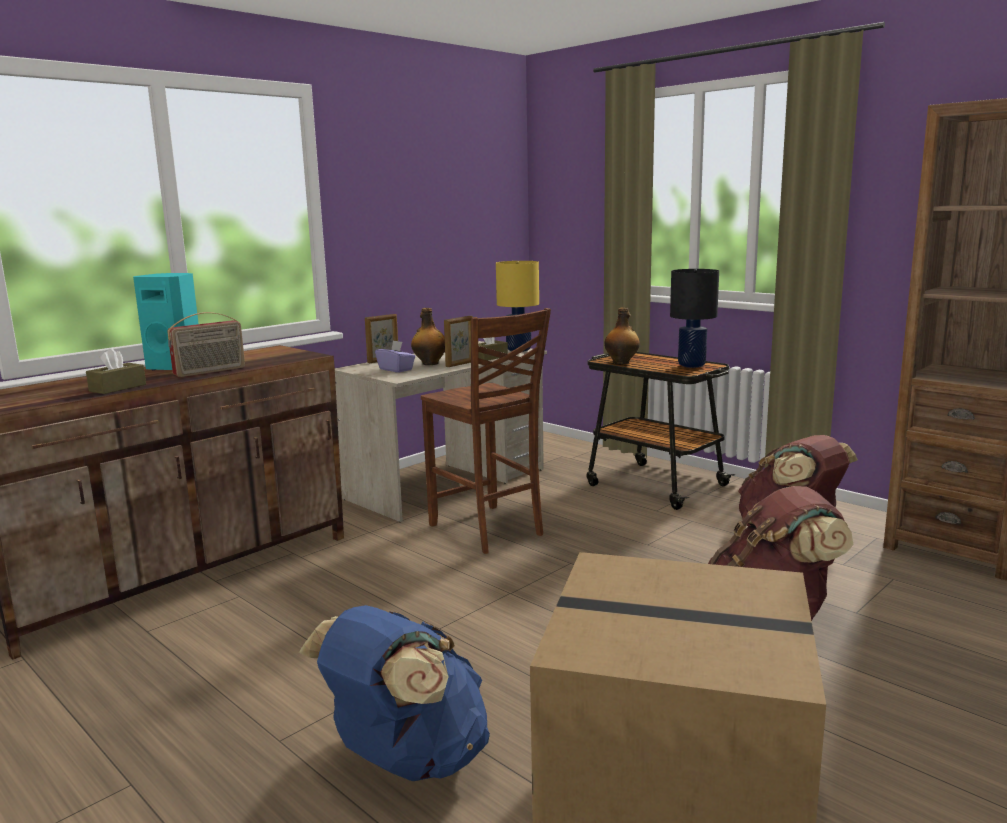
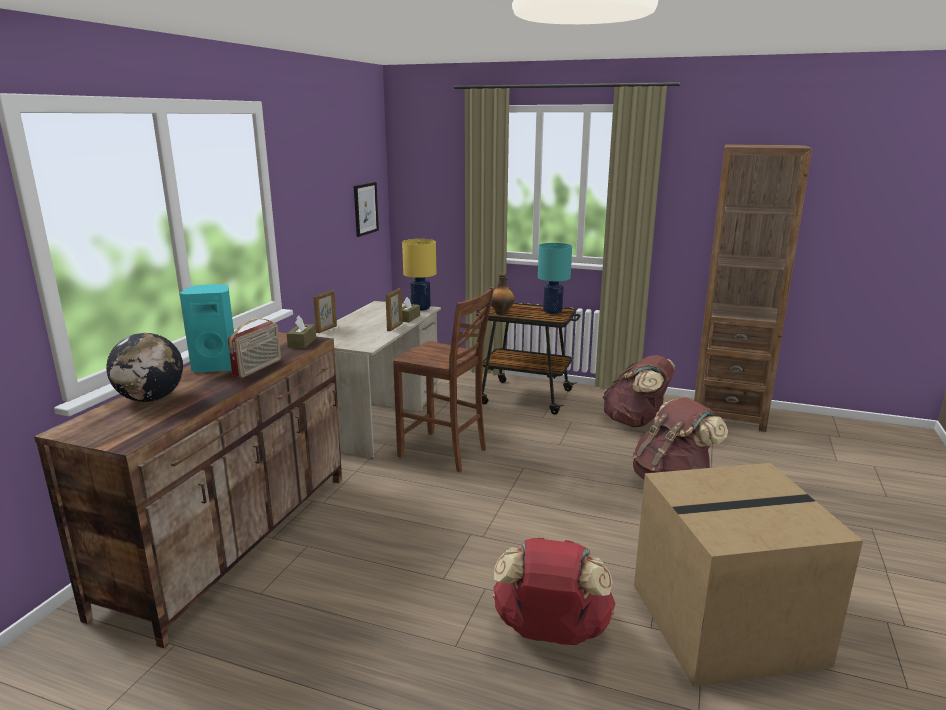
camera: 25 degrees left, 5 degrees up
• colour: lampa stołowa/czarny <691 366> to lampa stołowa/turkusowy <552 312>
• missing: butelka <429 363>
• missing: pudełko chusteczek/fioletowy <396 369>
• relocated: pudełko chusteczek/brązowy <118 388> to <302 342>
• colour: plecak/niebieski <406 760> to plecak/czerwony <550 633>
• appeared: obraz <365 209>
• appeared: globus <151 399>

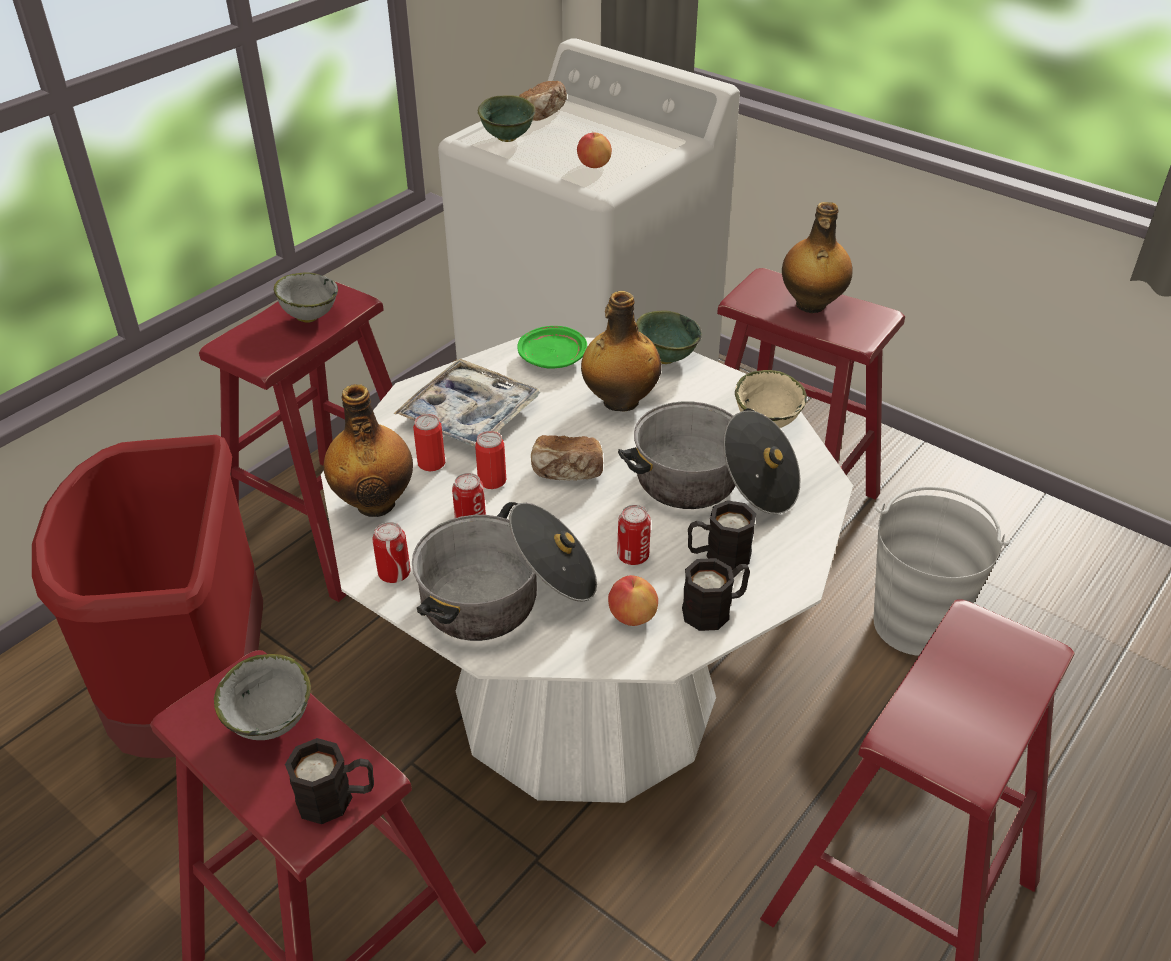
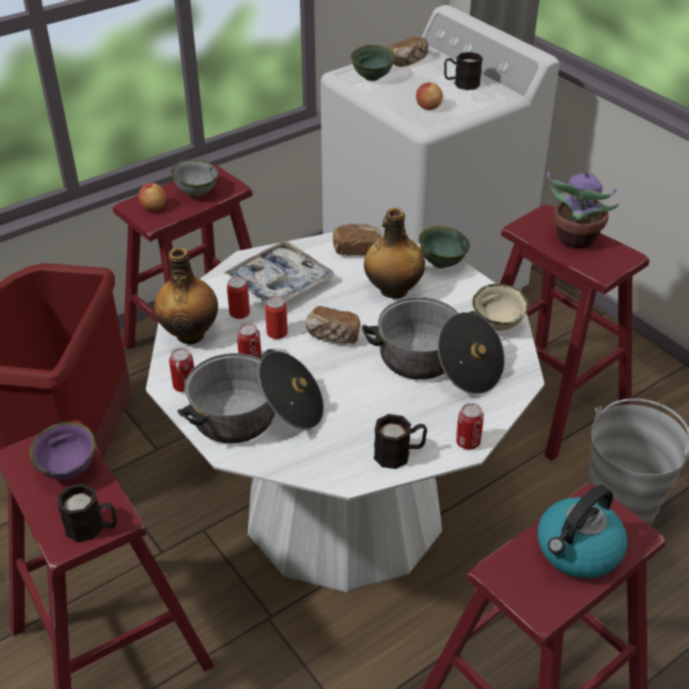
camera: 15 degrees right, 0 degrees up
• exchanged: butelka <811 305> to roślina doniczkowa <575 239>
• exchanged: talerz/zielony <552 357> to chleb <356 250>
• relocated: kubek/czarny <718 555> to <461 84>
• relocated: puszka <633 556> to <468 442>
• relocated: jabłko <632 616> to <153 207>
• colour: miska/szary <273 722> to miska/fioletowy <70 470>
• appeared: czajnik <577 551>

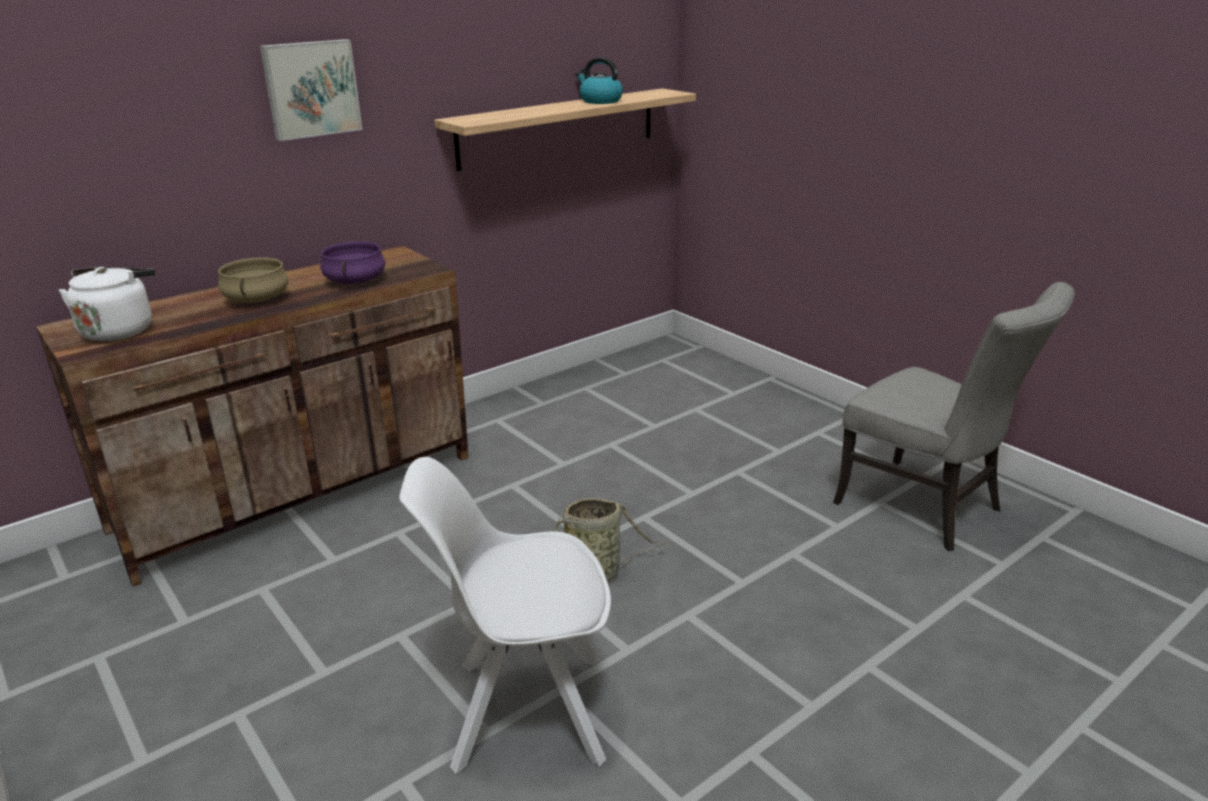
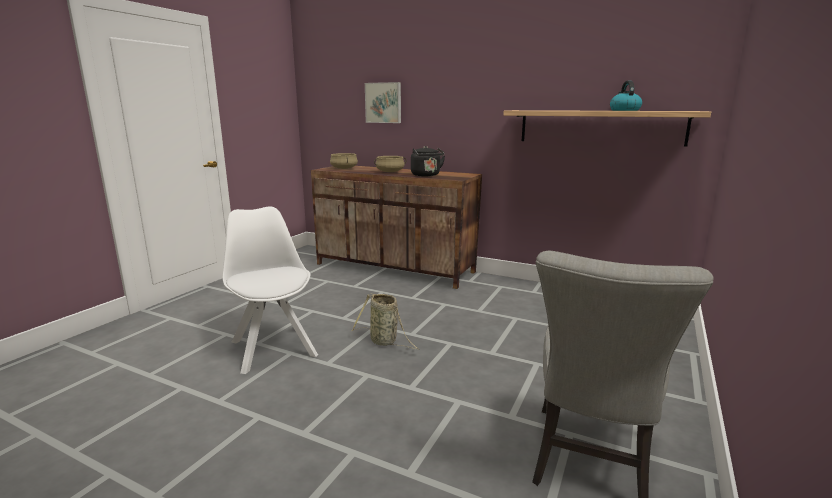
camera: 65 degrees right, 10 degrees down
• relocated: obraz <311 89> to <384 103>
• exchanged: garnek/fioletowy <355 281> to czajnik/czarny <426 175>
• exchanged: czajnik/biały <119 330> to garnek/beżowy <344 168>

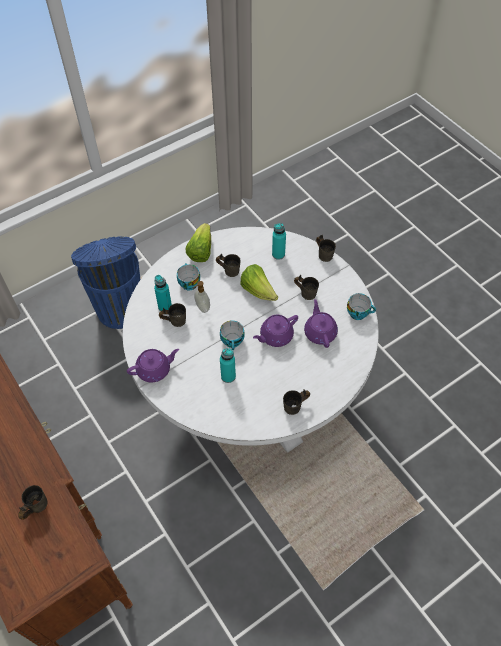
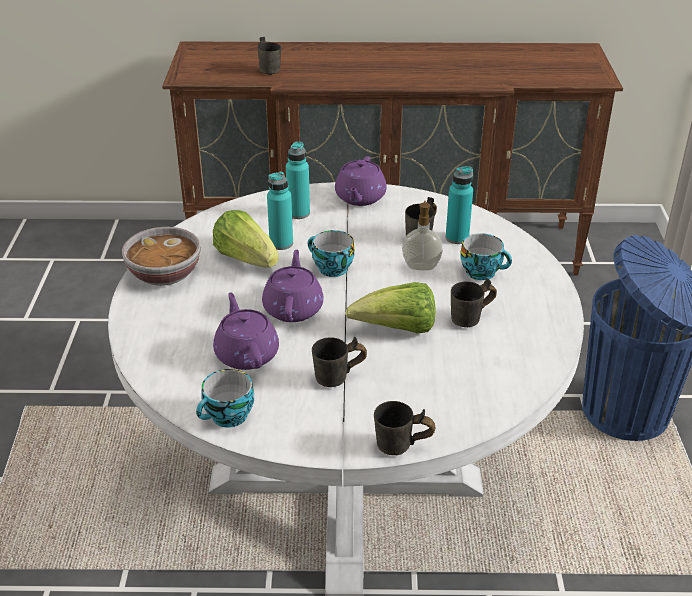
camera: 125 degrees right, 20 degrees down
• relocated: sałata <201 251> to <246 259>
• relocated: butelka/turkusowy <278 254> to <298 213>
• spun: imbryk/fioletowy <320 332> = <246 354> 135 degrees counterclockwise
• exchanged: kubek/szary <296 408> to miska <164 275>

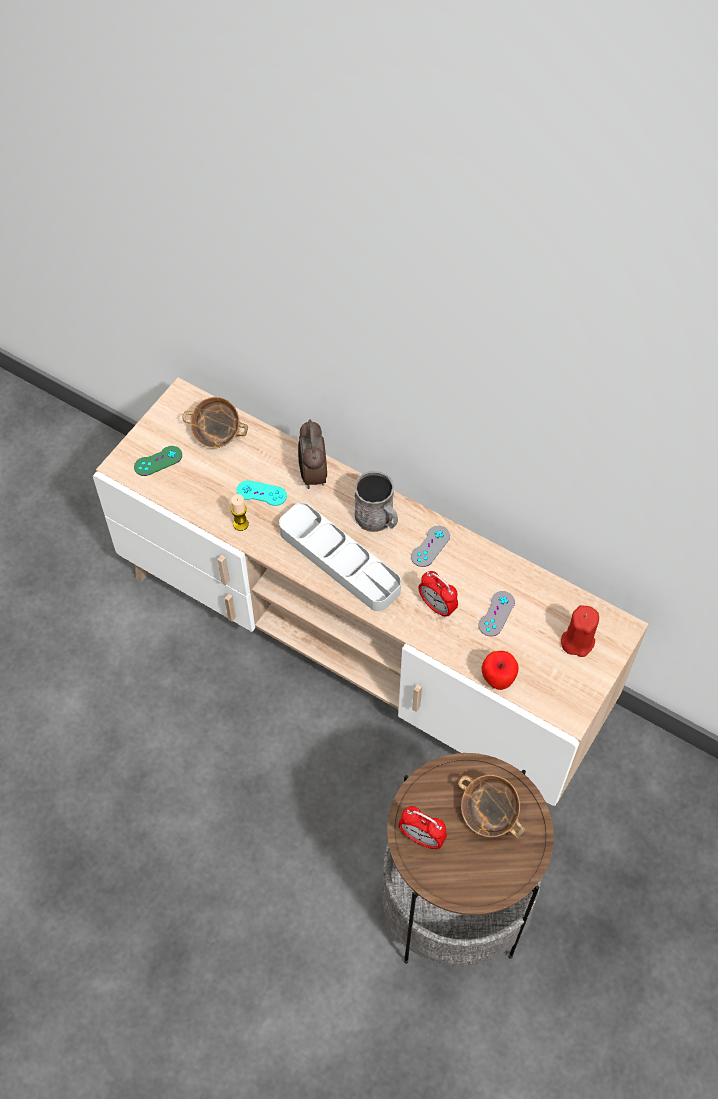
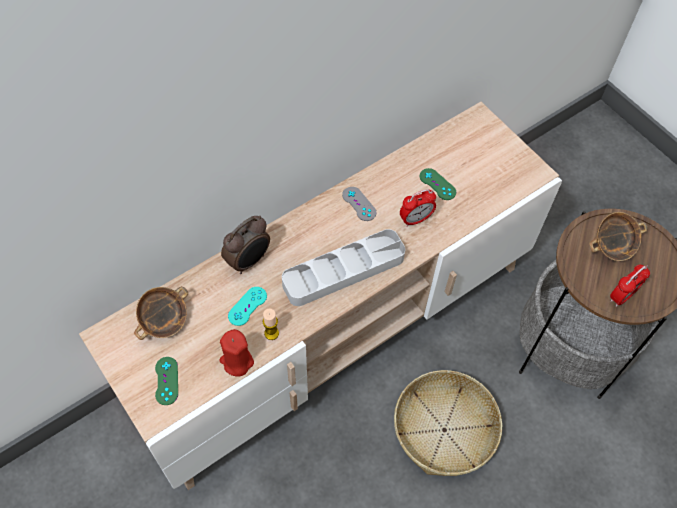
camera: 70 degrees left, 0 degrees up
• spun: budzik <312 475> = <249 261> 60 degrees counterclockwise
• missing: kubek/szary <377 519>
• colour: pad do gier/szary <496 613> to pad do gier/zielony <437 184>
• relocated: świeca/czerwony <577 641> to <237 361>
• missing: jabłko <497 681>
• appeared: koszyk <444 429>

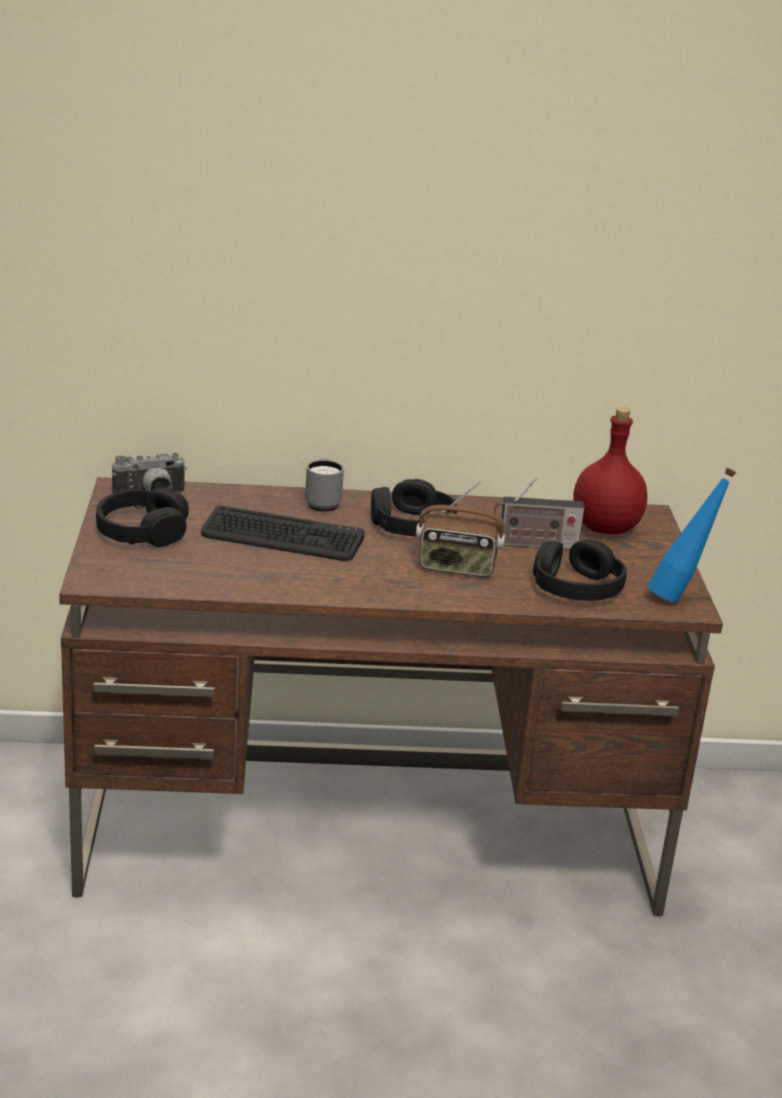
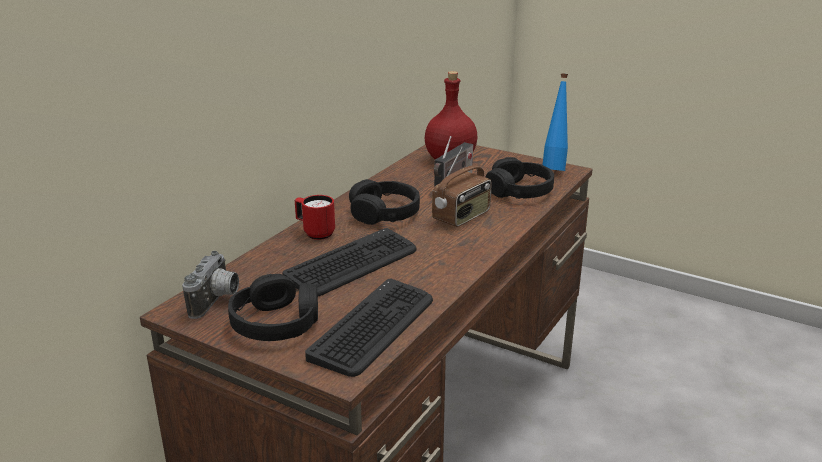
camera: 55 degrees left, 0 degrees up
• colour: kubek/szary <323 503> to kubek/czerwony <315 233>
• appeared: klawiatura <374 327>

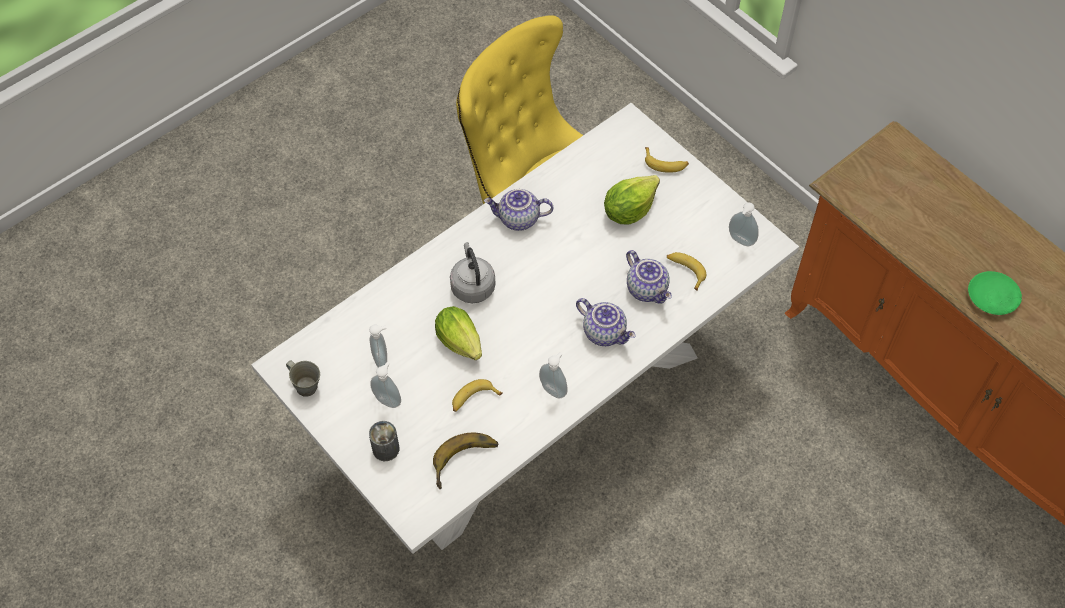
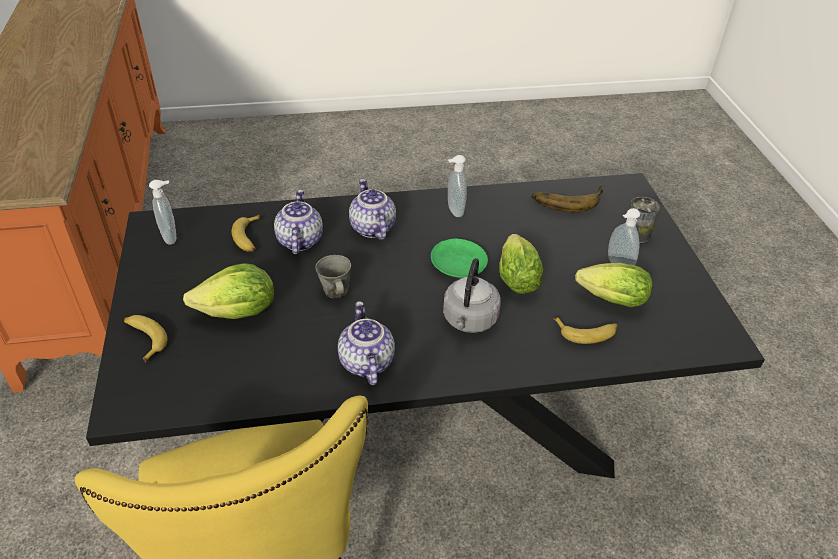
camera: 150 degrees left, 15 degrees down
• colour: stół jadalny/biały <531 400> to stół jadalny/czarny <413 427>
• spun: imbryk <518 220> = <365 362> 135 degrees counterclockwise
• relocated: talerz/zielony <993 297> to <458 263>
• exchanged: dozownik mydła <382 359> to sałata <608 299>
• relocated: kubek/szary <306 386> to <336 292>
• relocated: banan <473 399> to <586 333>

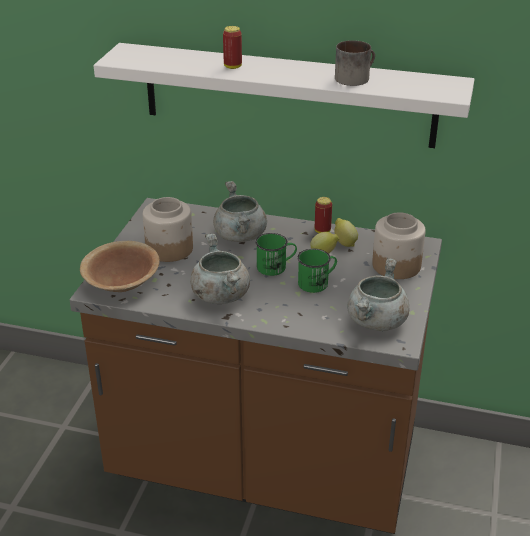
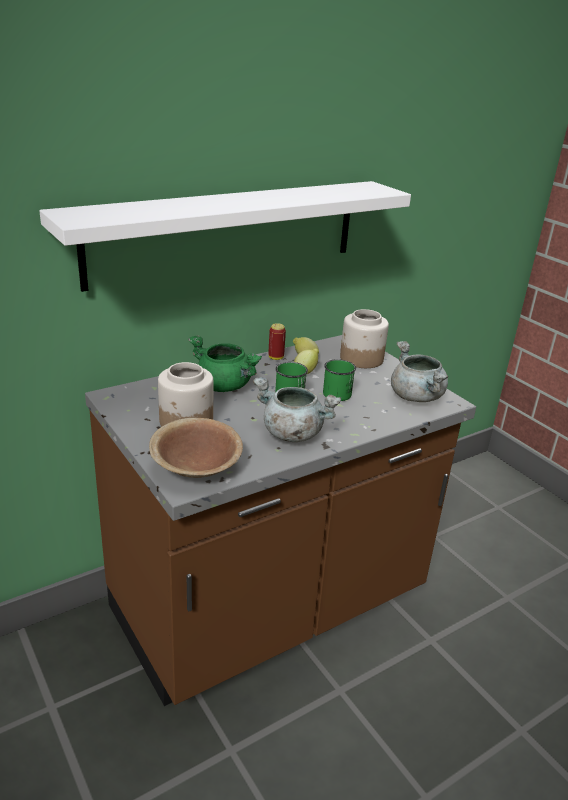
camera: 50 degrees left, 5 degrees down
• missing: puszka <232 67>
• missing: kubek <354 77>
• colour: garnek/szary <240 236> to garnek/zielony <225 386>

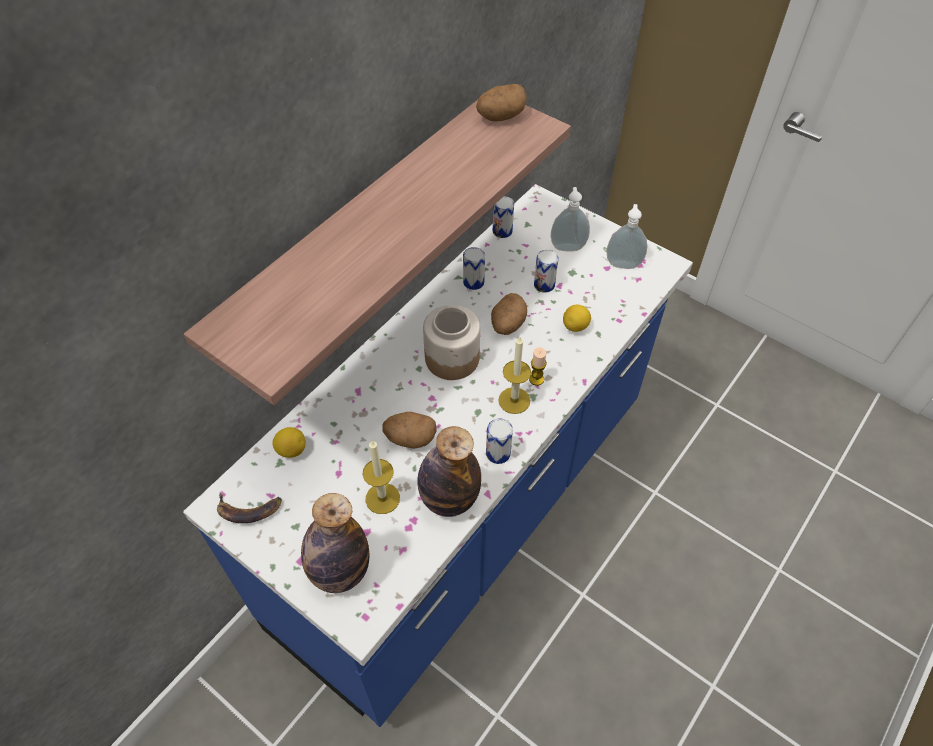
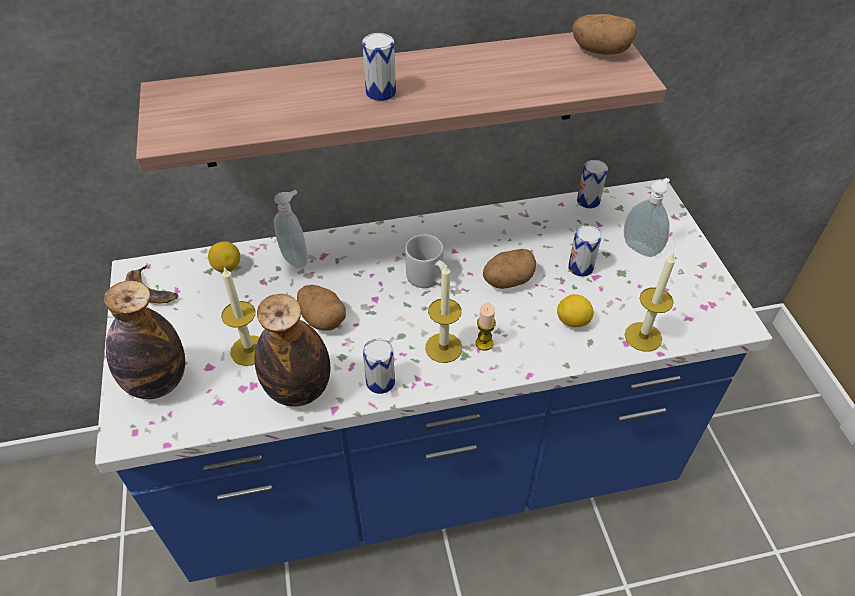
camera: 40 degrees right, 5 degrees down
• relocated: dozownik mydła <623 263> to <296 259>
• relocated: puszka <473 282> to <381 92>
• exchanged: słoik <452 358> to kubek/szary <428 278>
• appeared: świeca <643 337>

